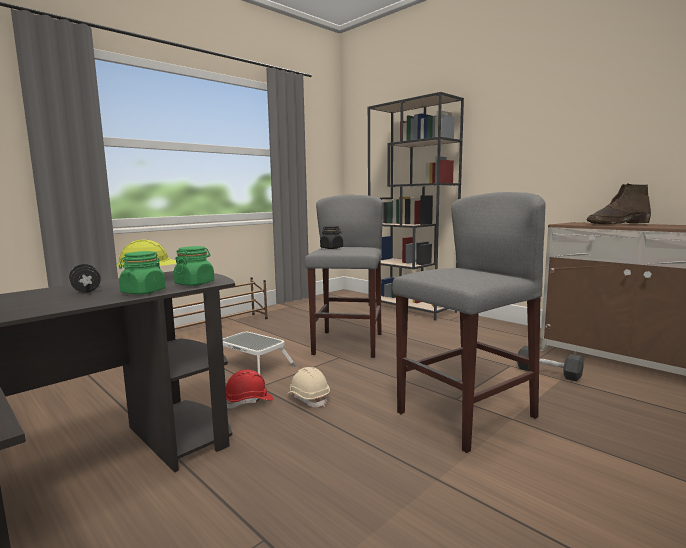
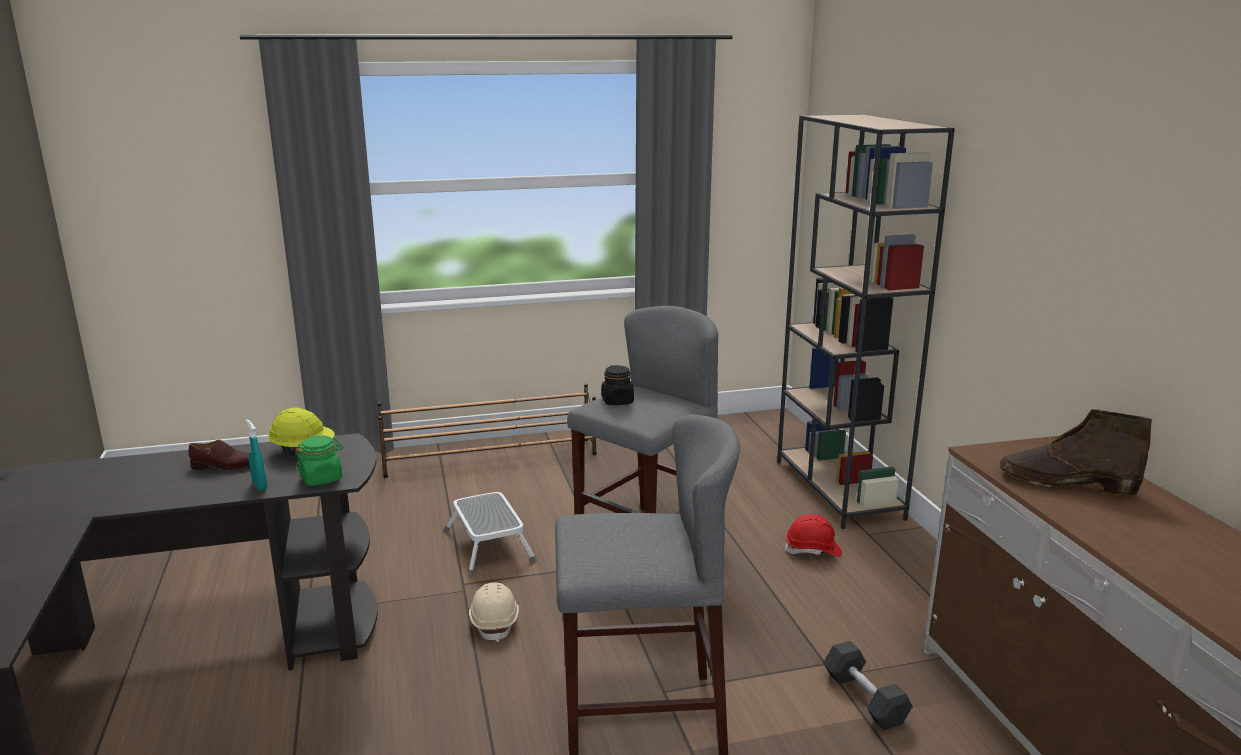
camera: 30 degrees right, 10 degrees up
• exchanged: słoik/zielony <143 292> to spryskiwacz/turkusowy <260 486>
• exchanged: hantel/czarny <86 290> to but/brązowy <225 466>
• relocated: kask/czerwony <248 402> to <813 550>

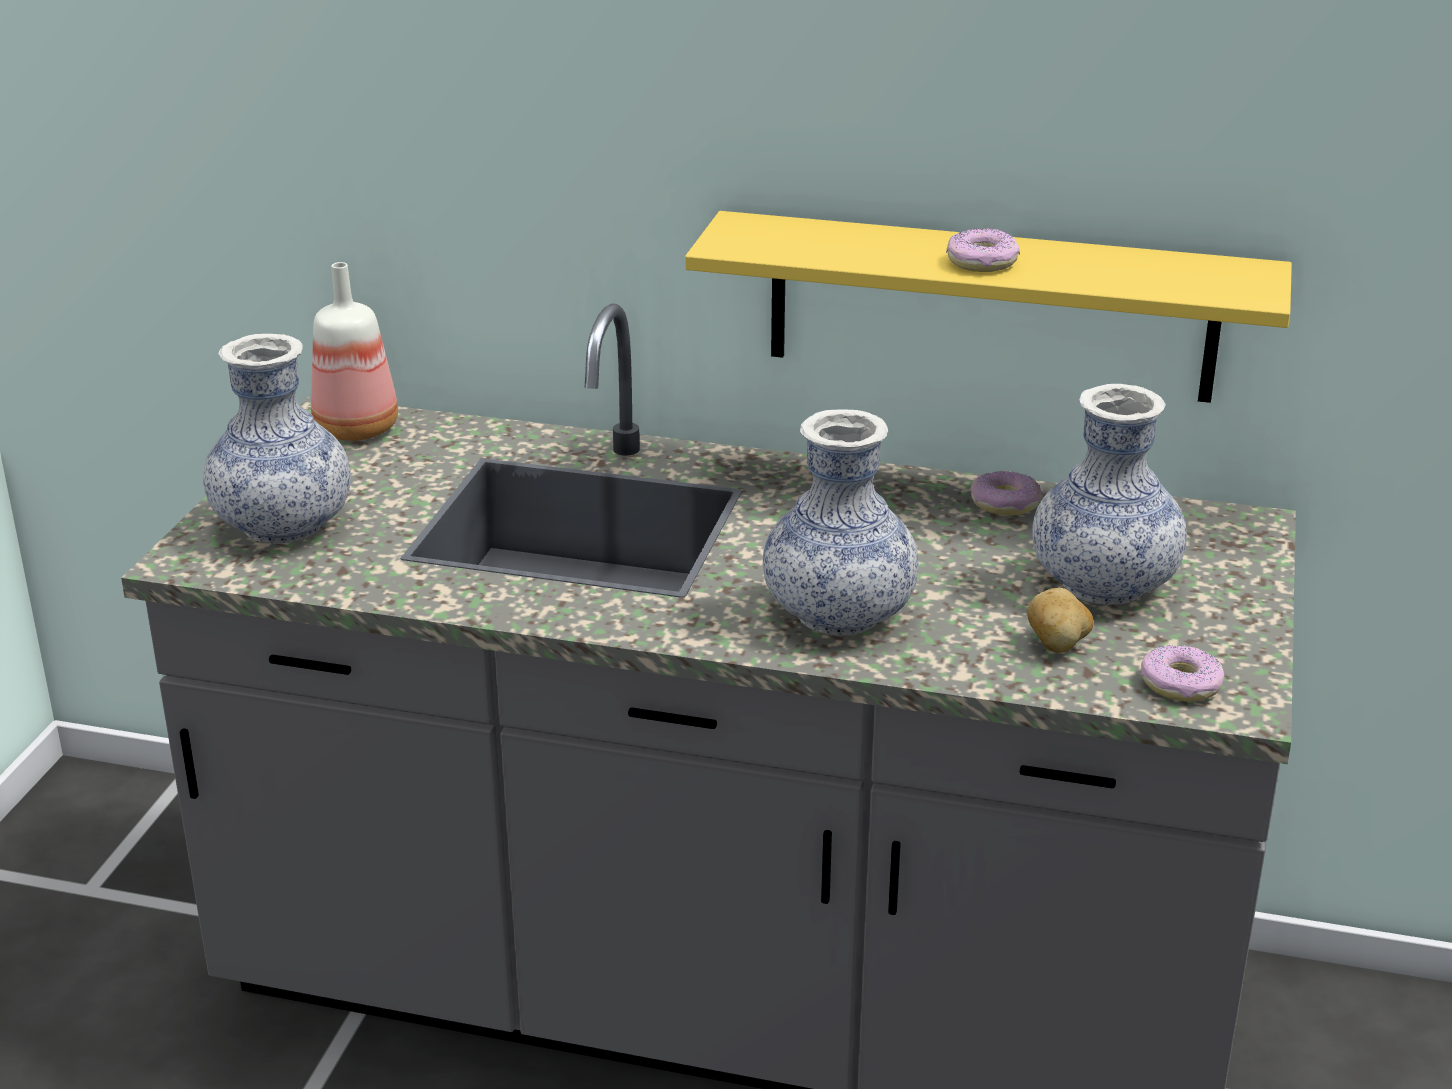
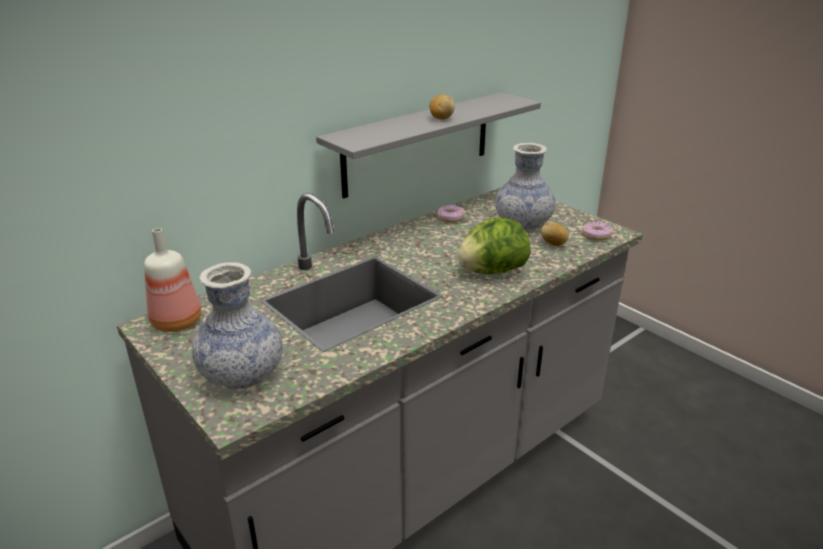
camera: 55 degrees left, 0 degrees up
• colour: półka/żółty <991 307> to półka/szary <418 143>
• exchanged: donut <982 262> to ziemniak <441 118>
• exchanged: wazon <838 614> to sałata <492 271>

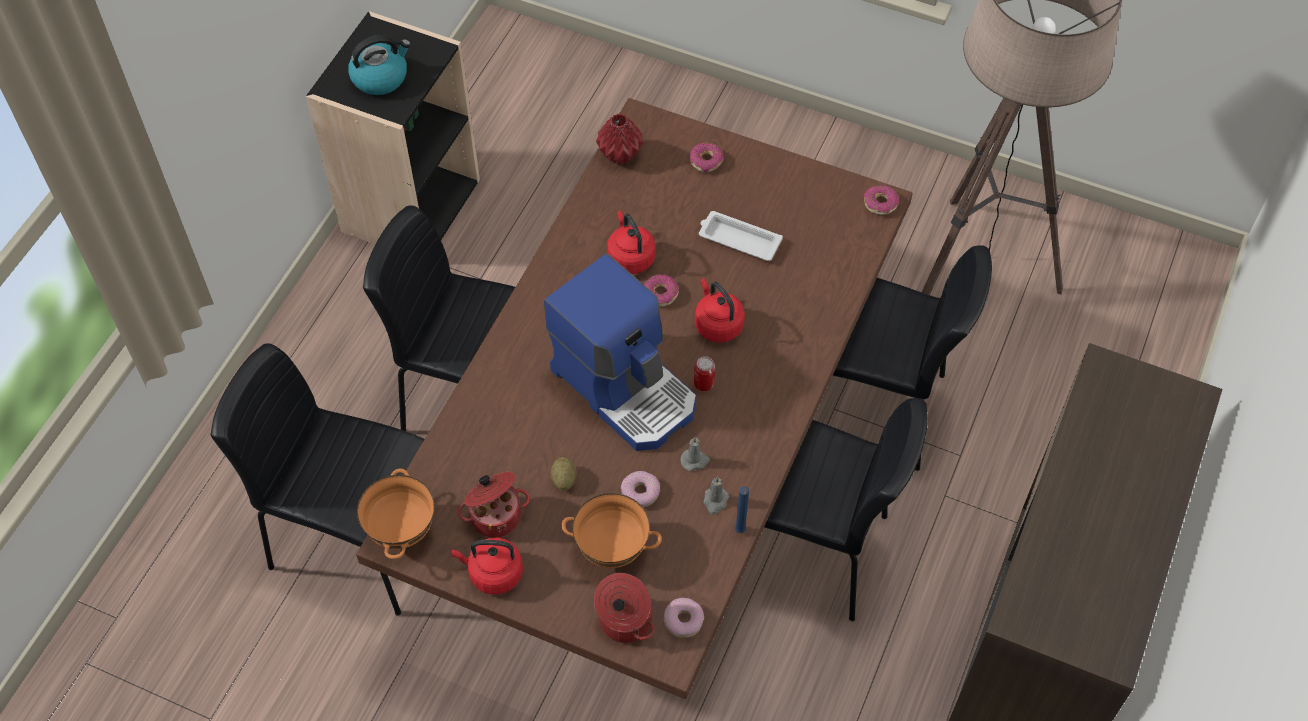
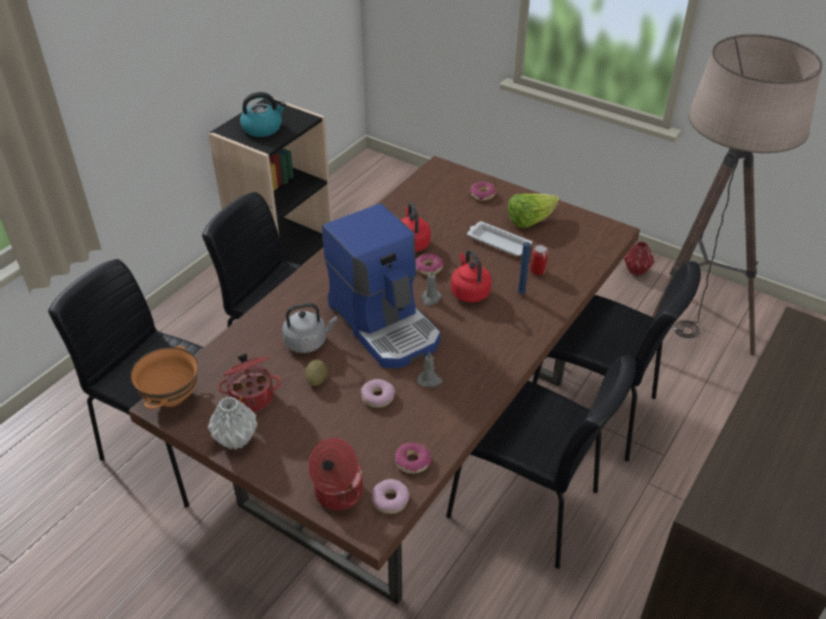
camera: 10 degrees right, 15 degrees down
• relocated: wazon/czerwony <619 156> to <636 271>
• relocated: donut <880 203> to <412 461>
• relocated: puszka <704 383> to <537 271>
• relocated: świeca/szary <715 501> to <430 298>
• relocated: świeca/niebieski <740 532> to <521 294>
• missing: miska/pomarańczowy <612 548>
• exchanged: czajnik/czerwony <493 573> to wazon/szary <235 439>
• appeared: sałata <530 220>
• appeared: czajnik/szary <308 342>

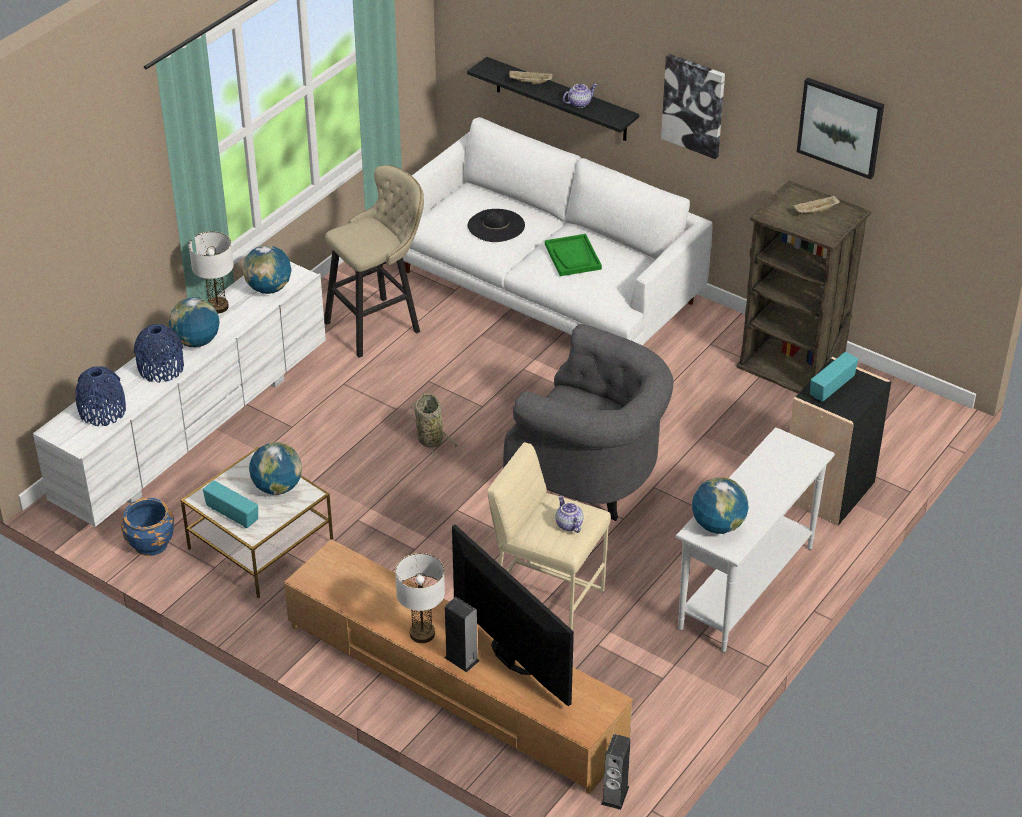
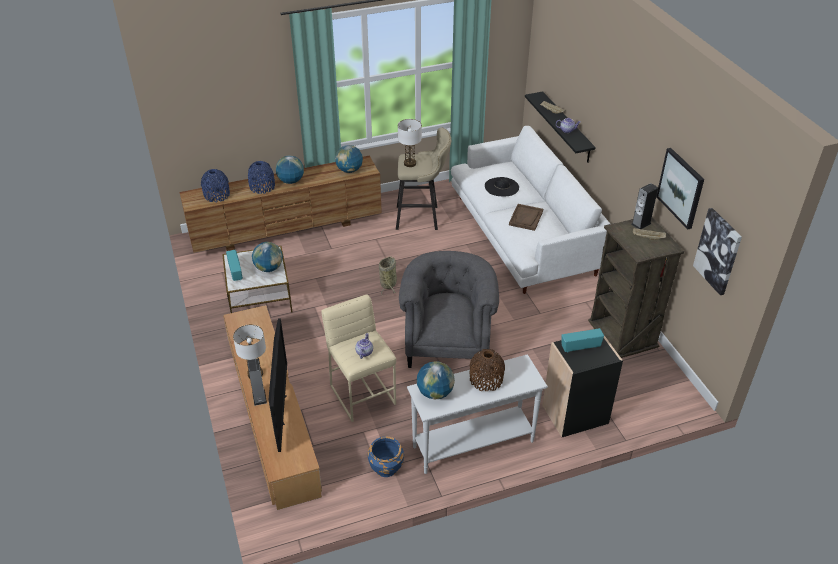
camera: 35 degrees right, 0 degrees up
• relocated: obraz <694 105> to <718 251>
• relocated: lampa stołowa <217 306> to <410 163>
• colour: taca/zielony <573 257> to taca/brązowy <526 218>
• colour: szafka/biały <194 432> to szafka/brązowy <287 231>
• spun: fotel/szary <589 478> = <448 341> 150 degrees counterclockwise
• relocated: donica/niebieski <151 544> to <386 467>
• relocated: głośnik <615 795> to <641 224>
• appeared: wazon/brązowy <486 380>

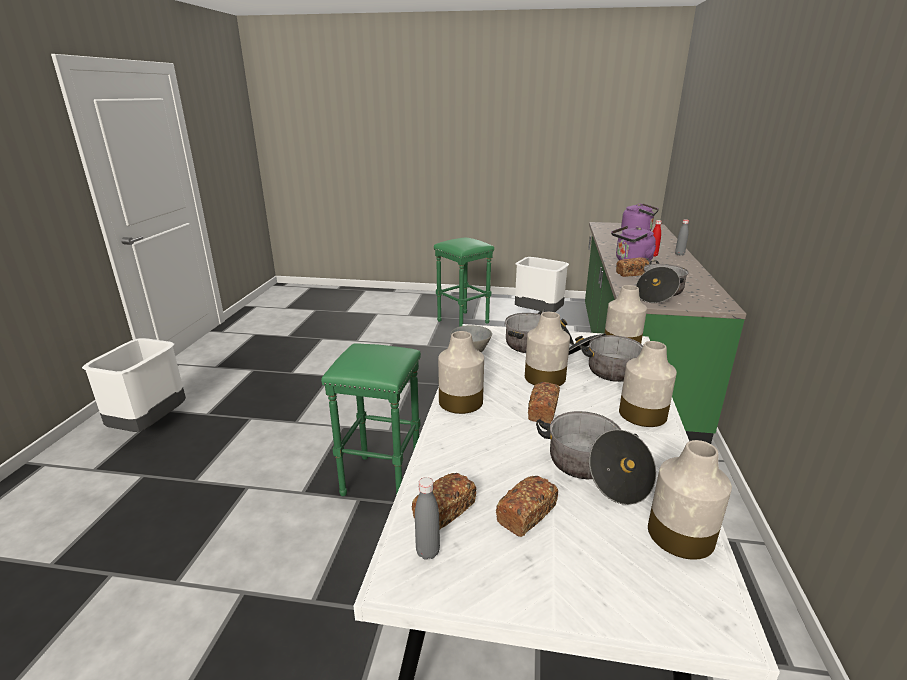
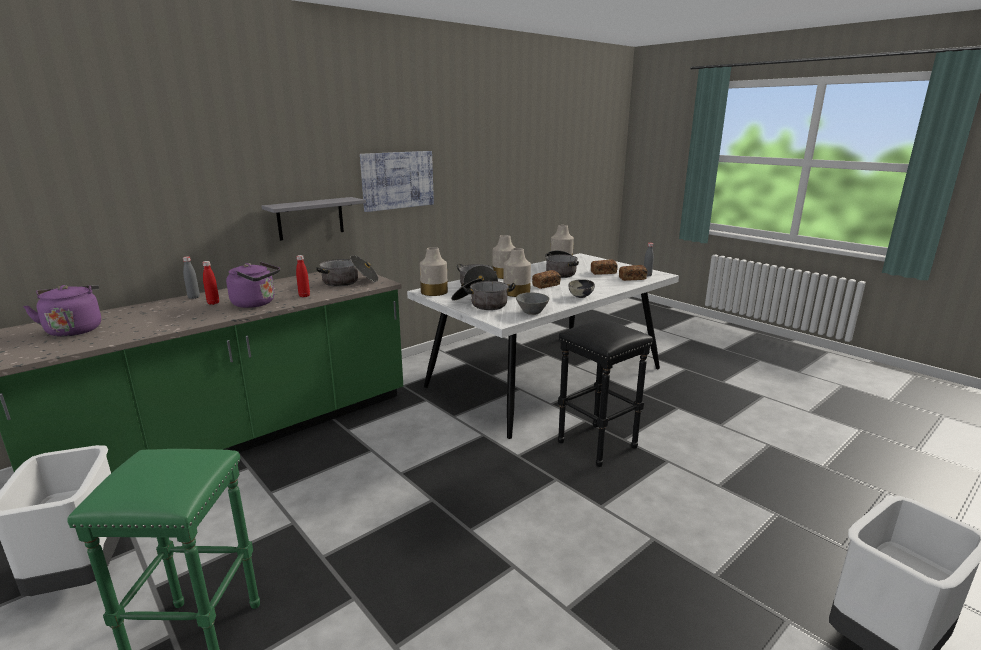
camera: 140 degrees left, 5 degrees down
• exchanged: chleb <631 274> to butelka/czerwony <304 296>
• exchanged: wazon/beżowy <460 401> to miska <581 296>
• colour: stołek/zielony <380 478> to stołek/czarny <597 445>
• appeared: obraz <397 180>
• appeared: półka/szary <310 218>

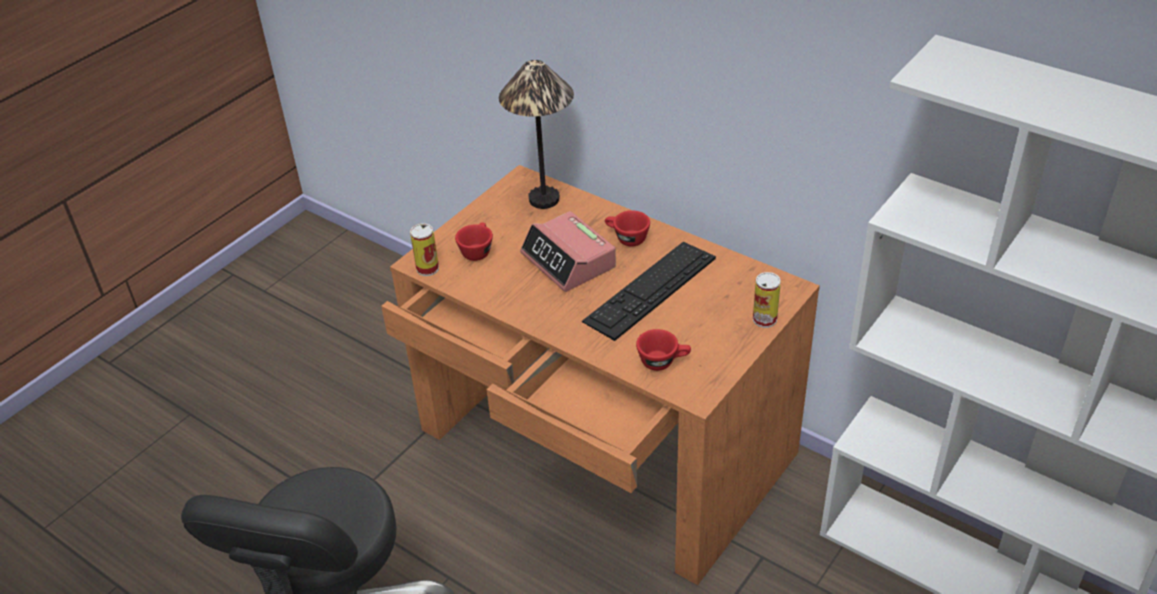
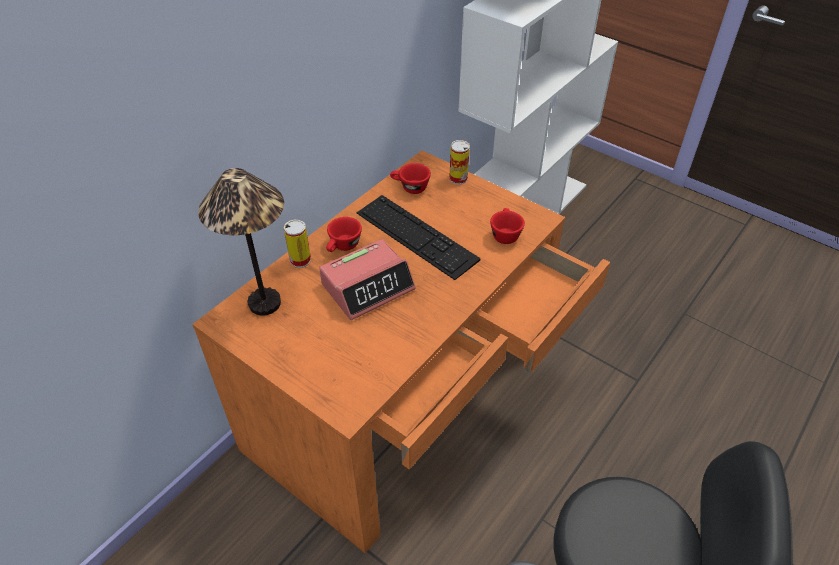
camera: 90 degrees left, 5 degrees up
• relocated: filiżanka/czerwony <477 250> to <410 188>
• relocated: puszka <427 268> to <300 260>

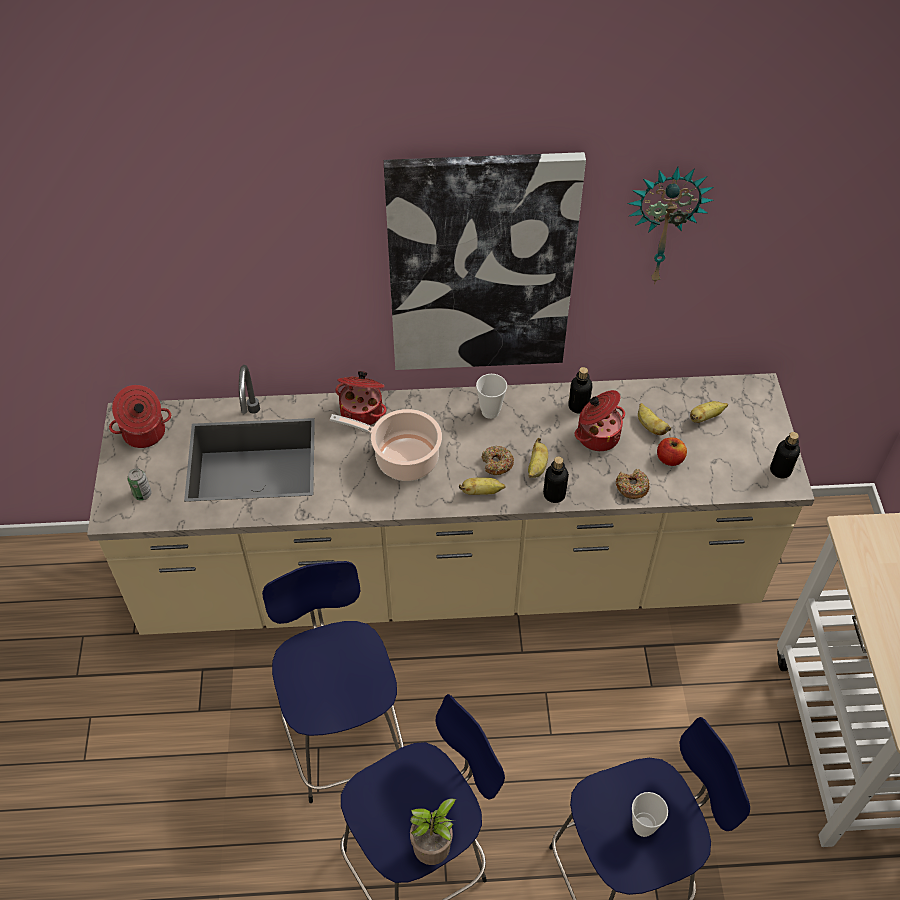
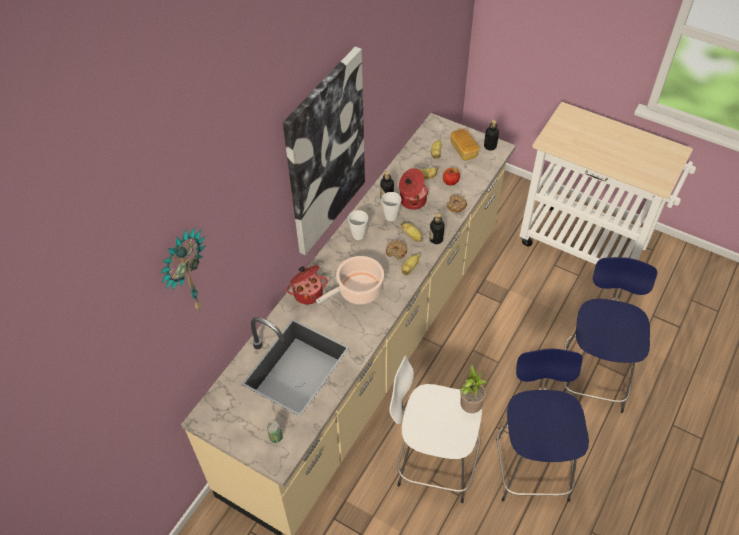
camera: 55 degrees left, 0 degrees up
• relocated: zegar ścienny <664 223> to <184 273>
• missing: garnek <144 434>
• colour: stołek/niebieski <344 737> to stołek/biały <433 463>
• relocated: filiżanka <643 826> to <391 217>
• relocated: roślina doniczkowa <434 850> to <470 406>
• appeared: chleb <463 150>

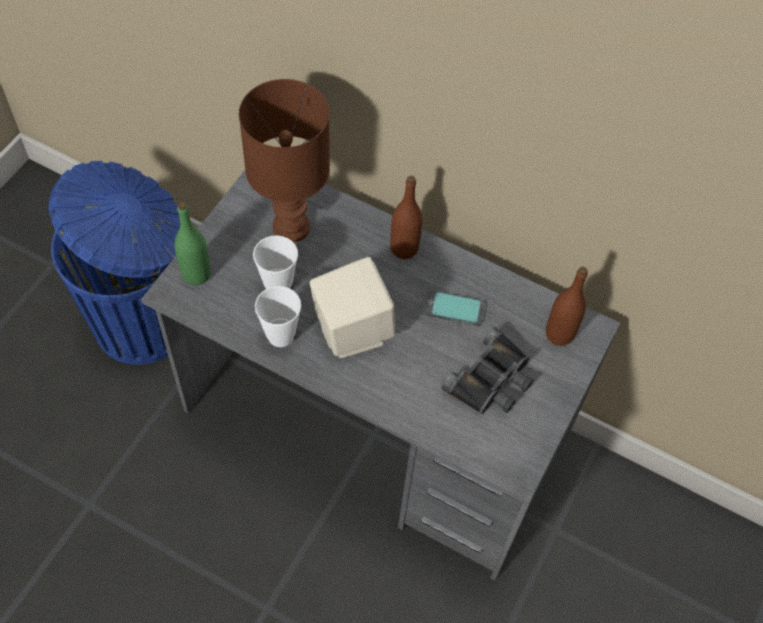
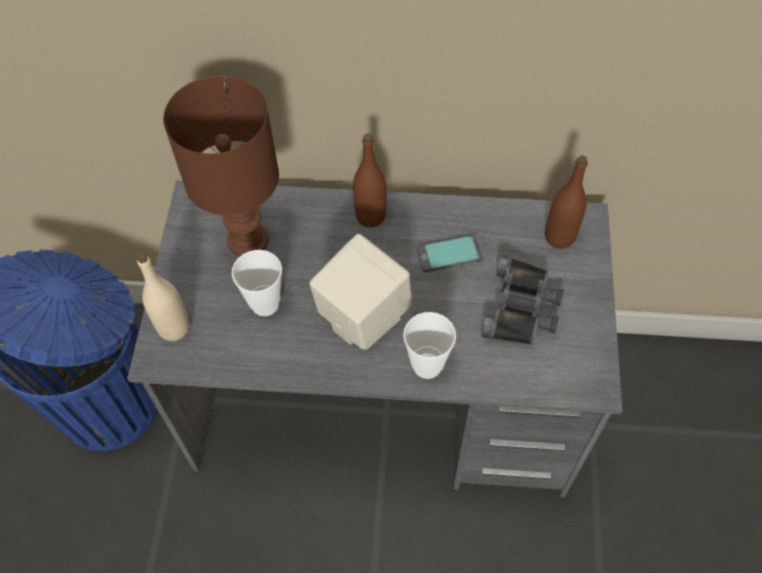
camera: 20 degrees left, 0 degrees up
• colour: butelka/zielony <196 274> to butelka/beżowy <174 328>
• relocated: filiżanka <280 336> to <427 365>

